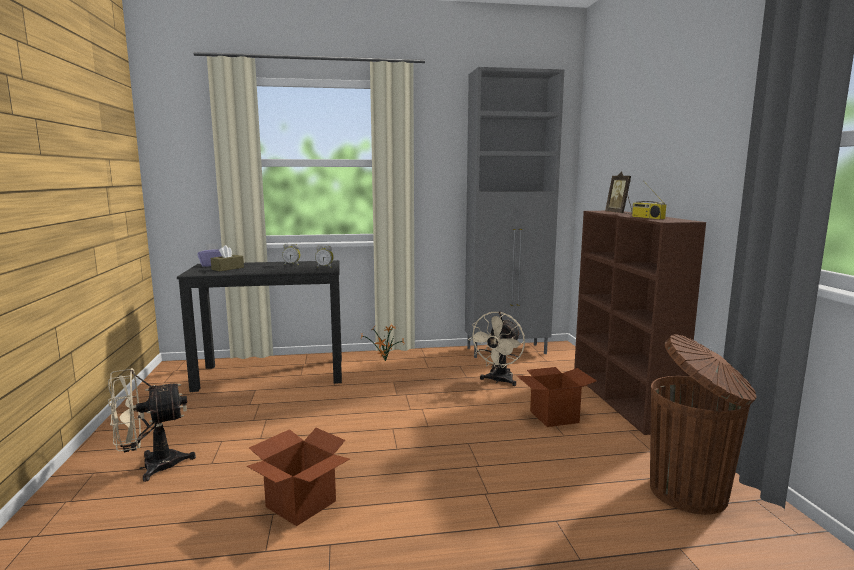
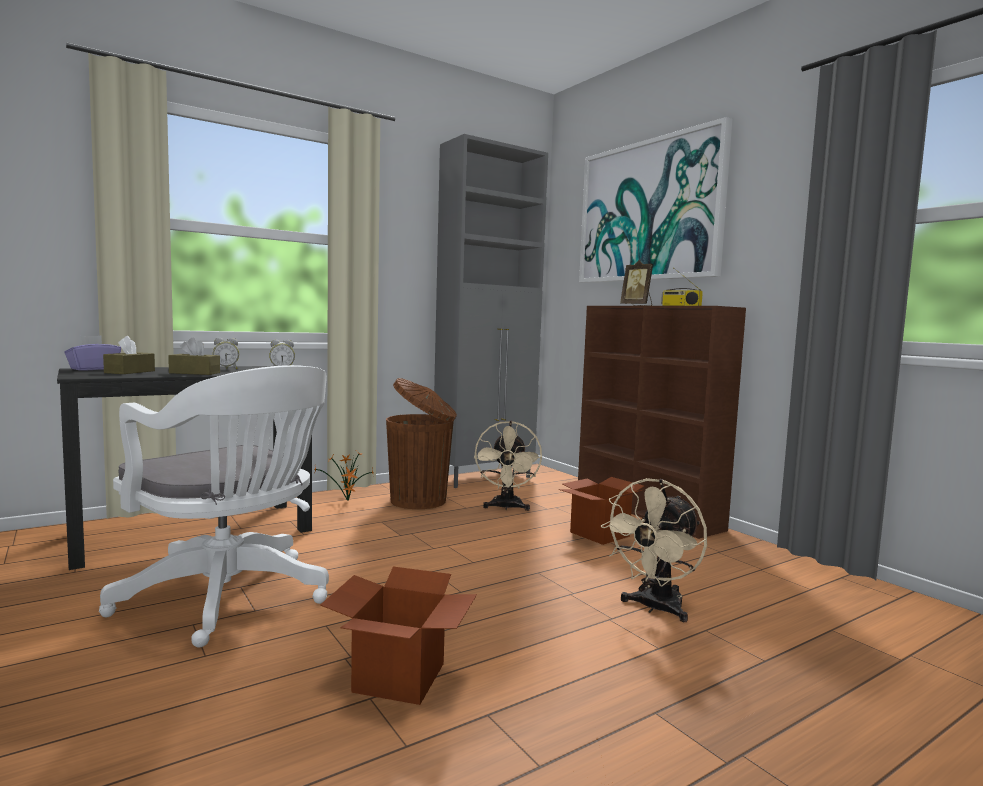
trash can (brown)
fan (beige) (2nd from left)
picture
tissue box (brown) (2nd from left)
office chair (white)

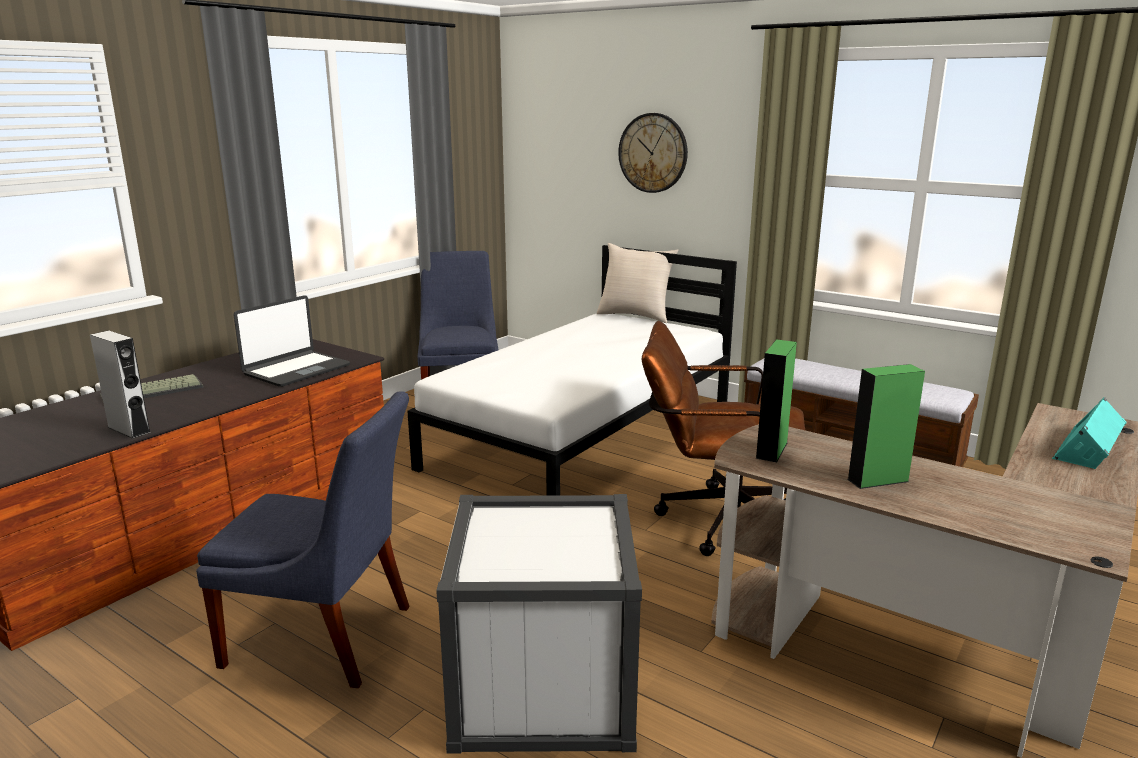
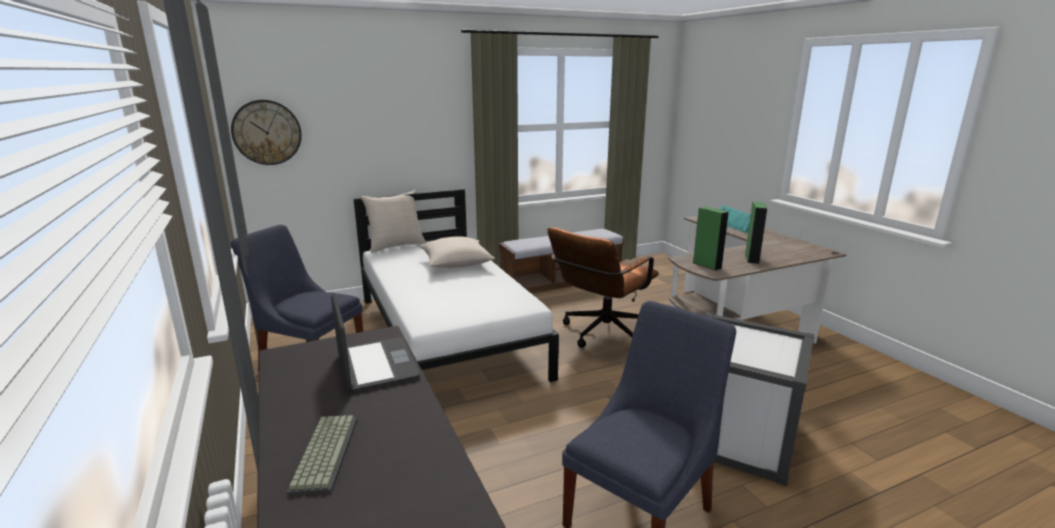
wall clock
speaker (grey)
pillow (beige) (2nd from left)

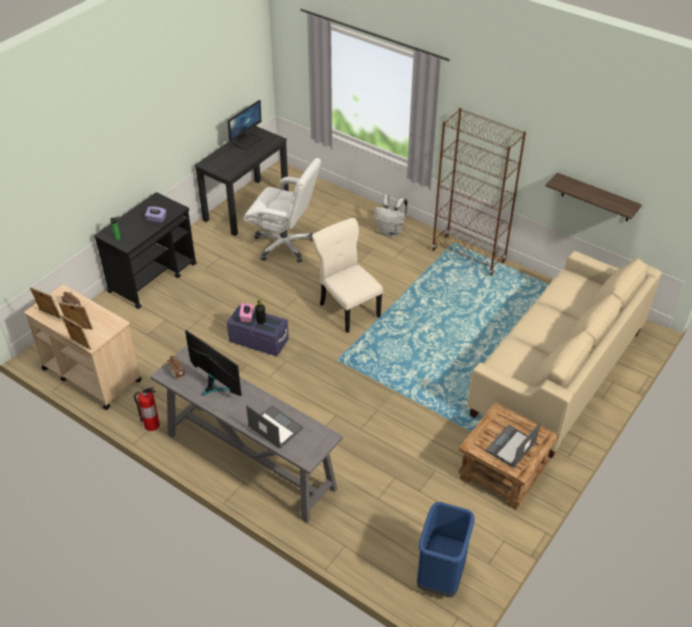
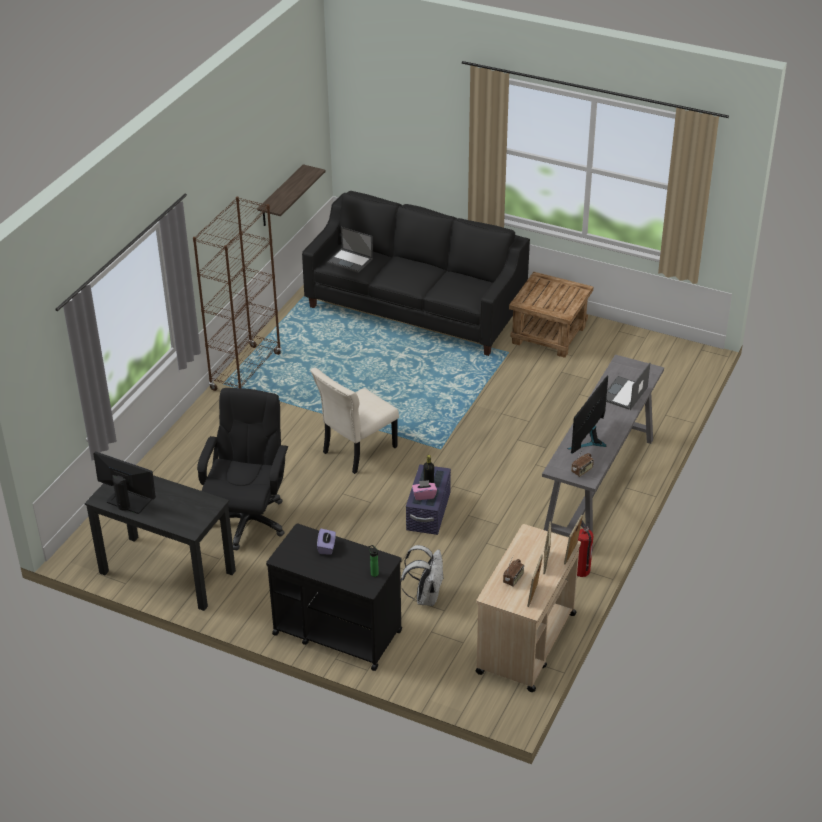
office chair (black)
backpack (white)
sofa (black)
laptop (1st from left)
trash can (blue)

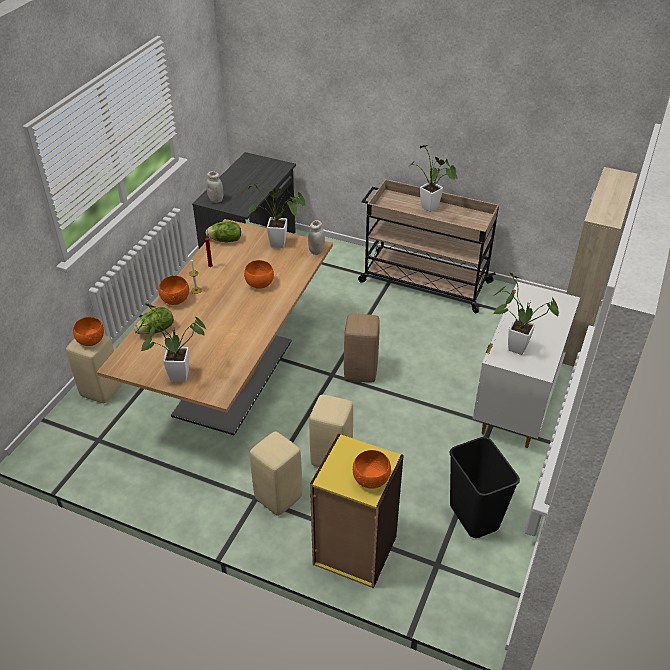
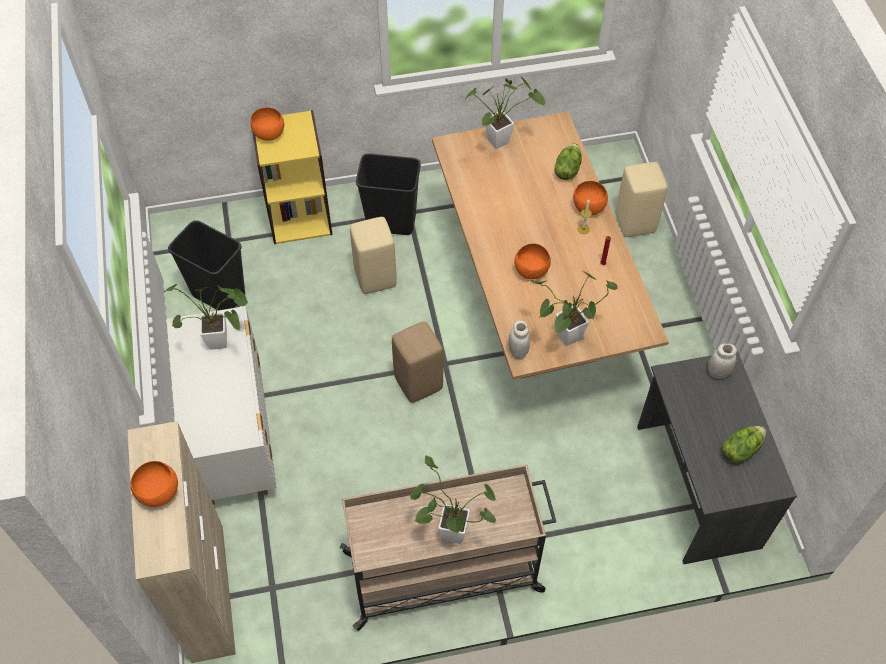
lettuce (2nd from left)
bowl (orange) (1st from left)
trash can (black) (2nd from left)

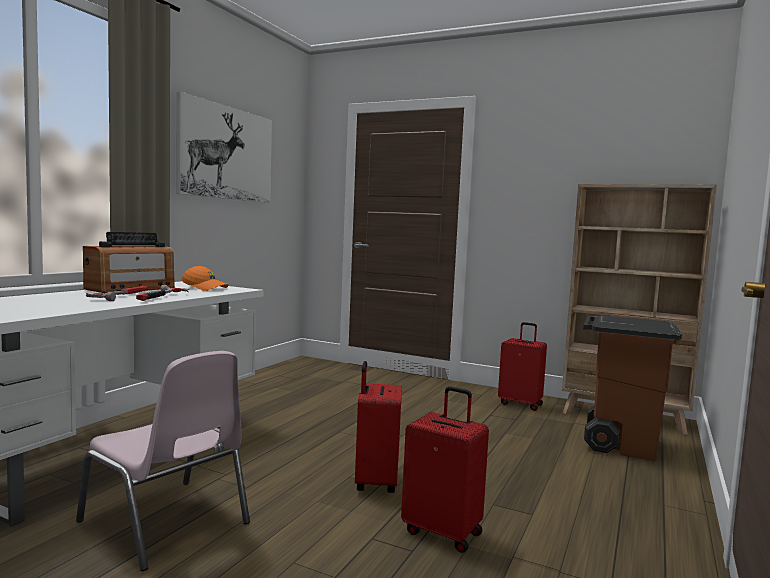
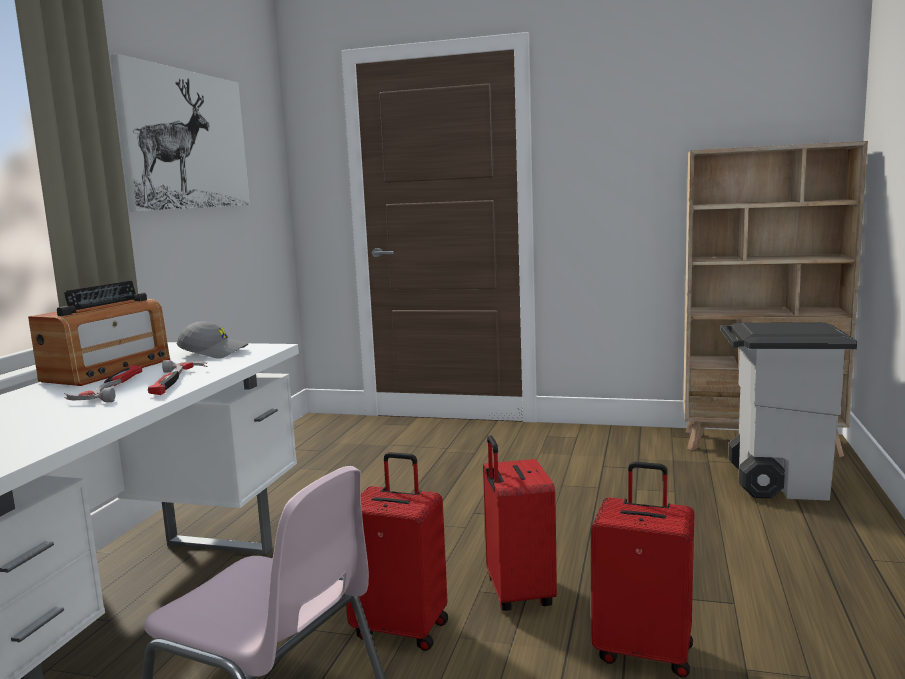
cap (grey)
trash can (grey)
suitcase (red) (1st from left)

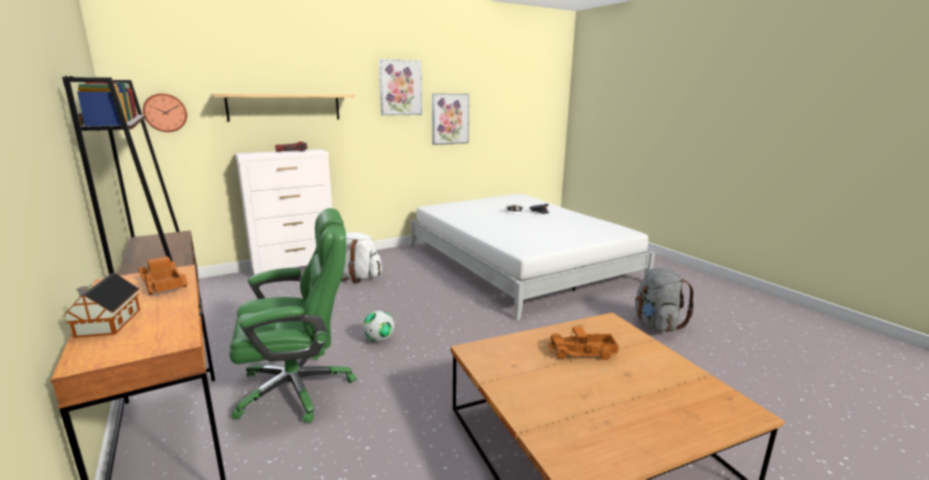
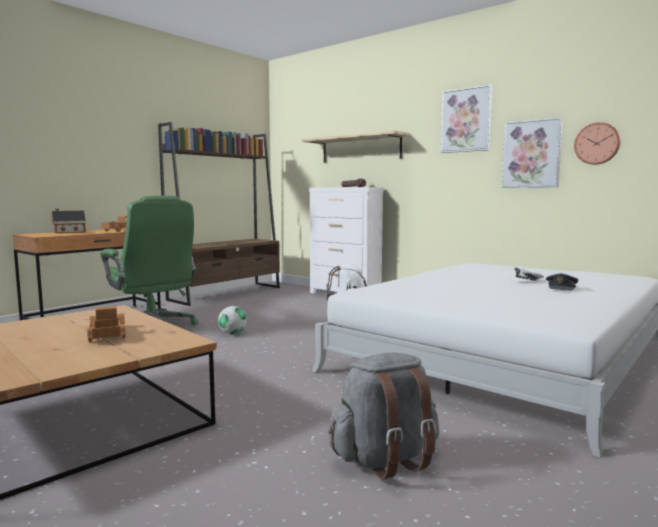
wall clock

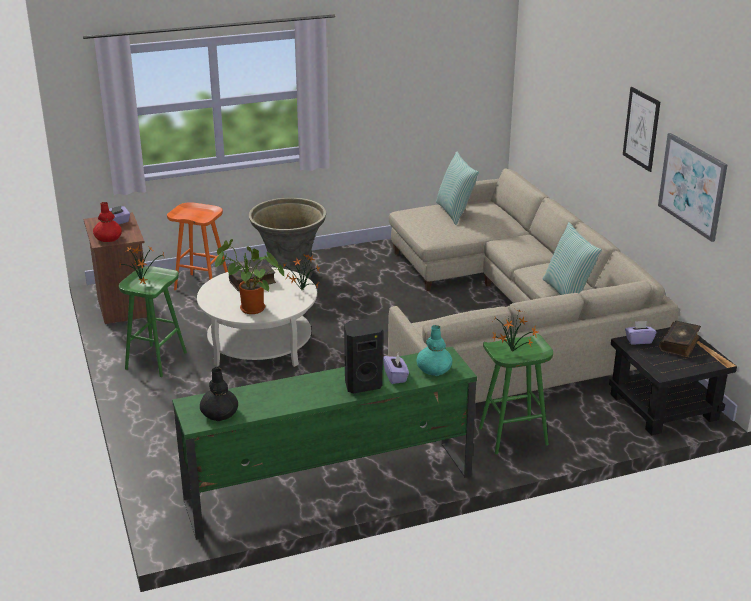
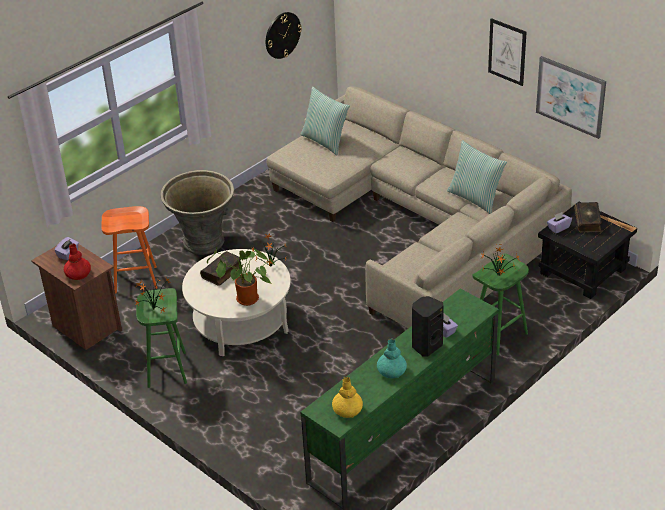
vase (turquoise)
vase (yellow)
wall clock

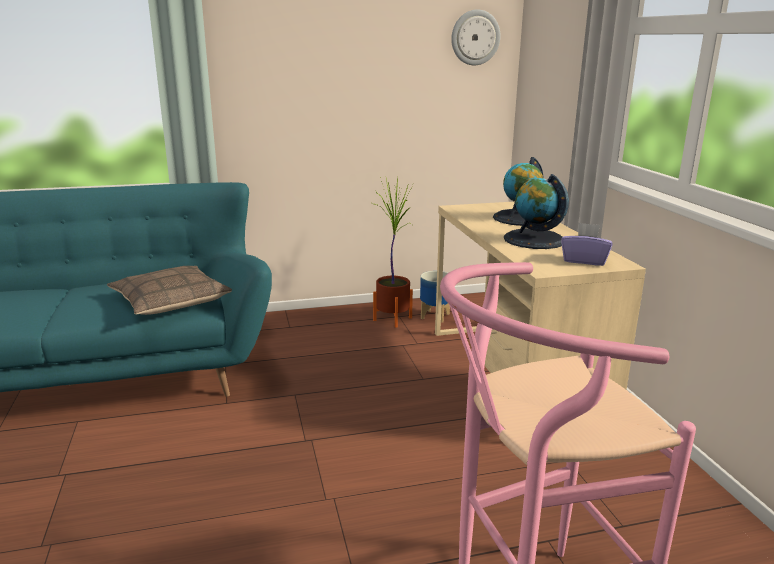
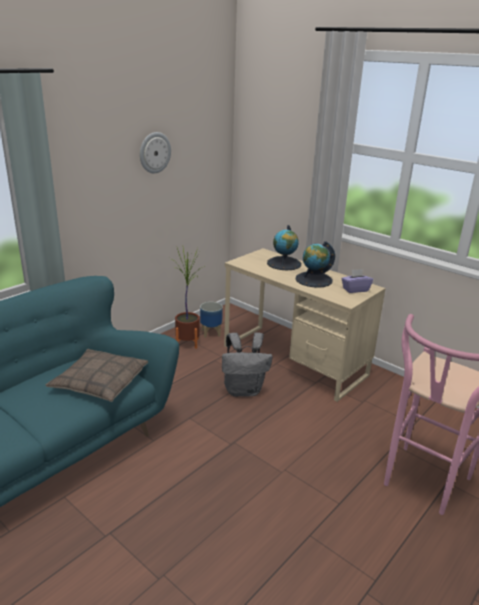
wall clock
backpack (grey)

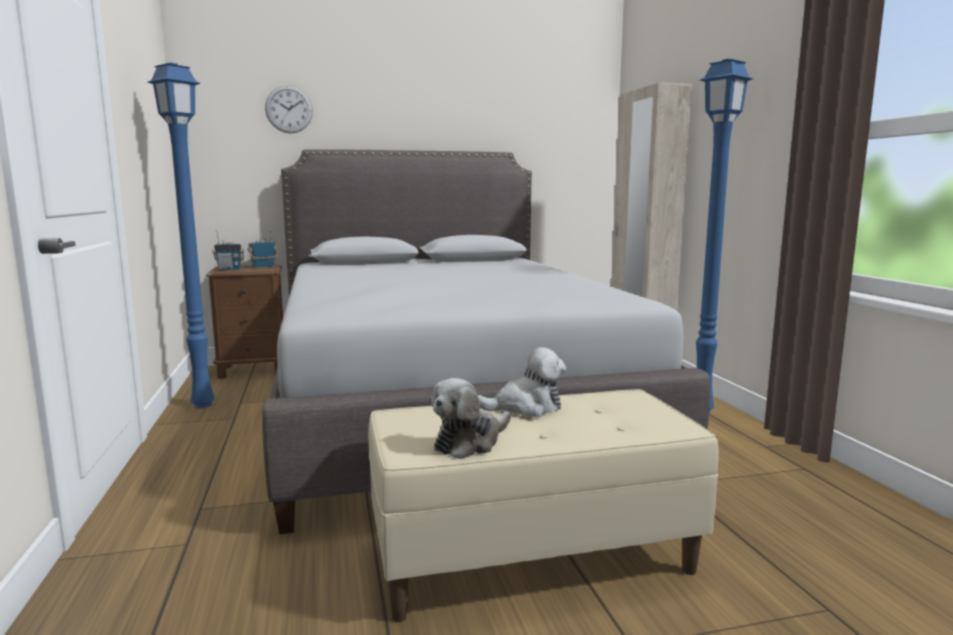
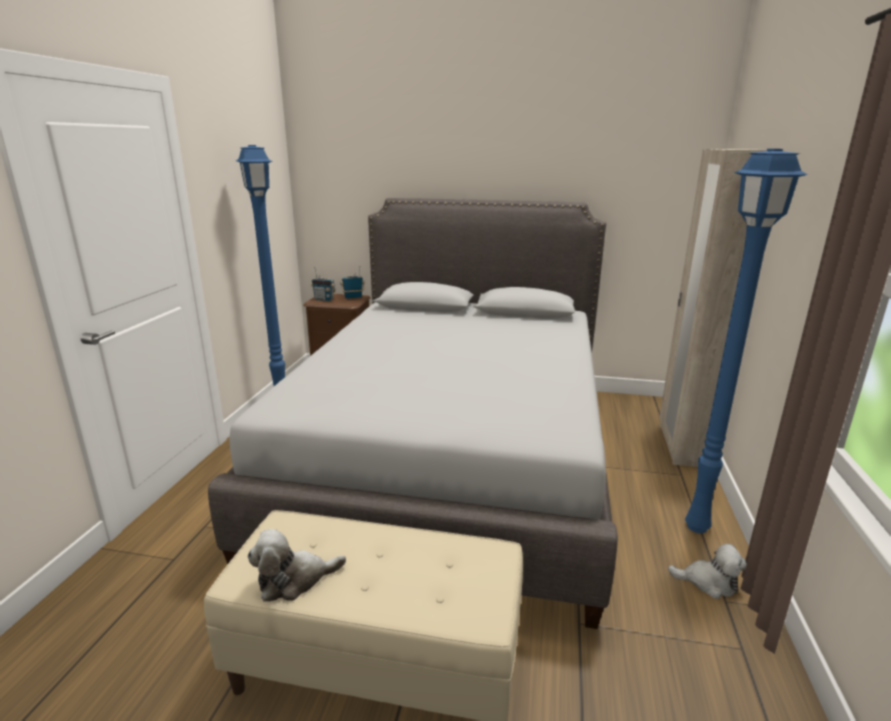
wall clock
plush toy (2nd from left)

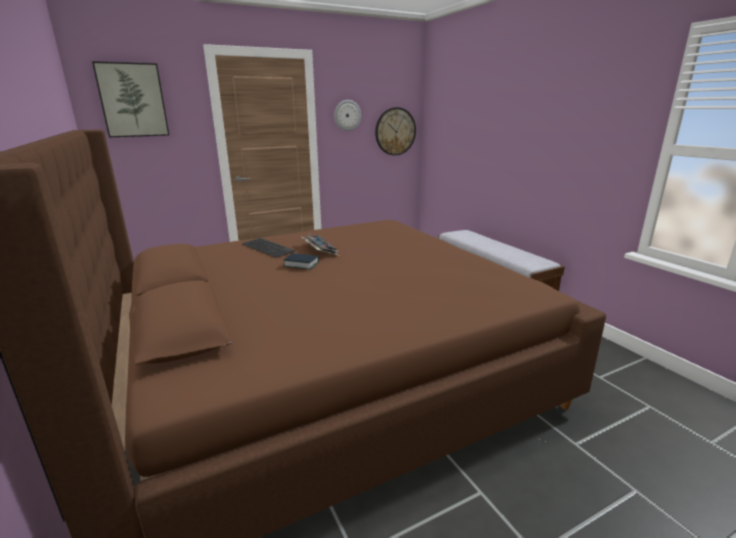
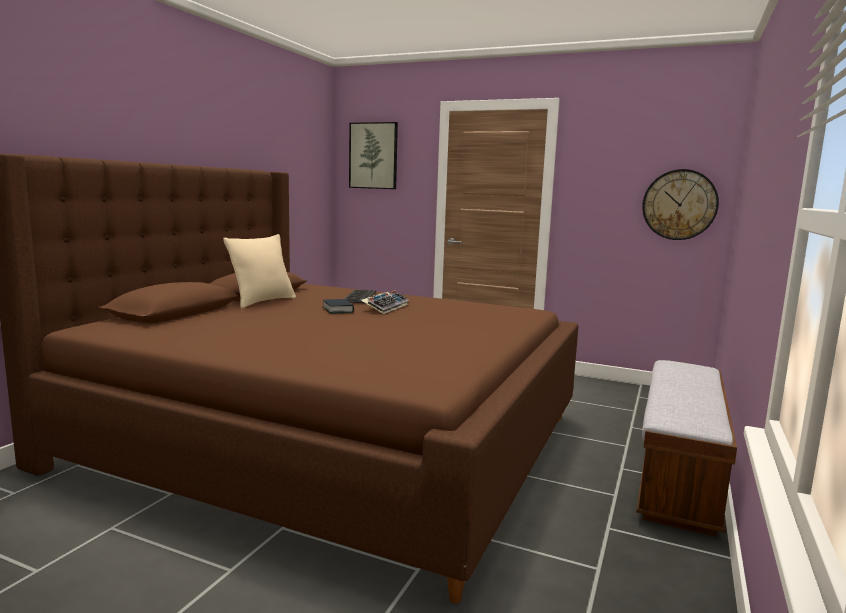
wall clock (1st from left in the first image)
pillow (beige)

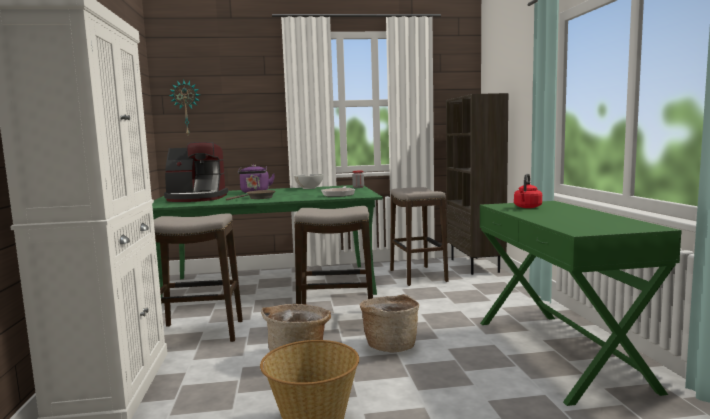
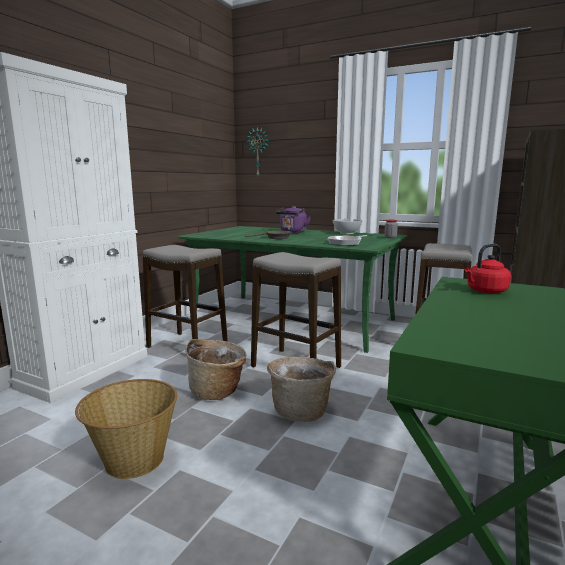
coffee machine

